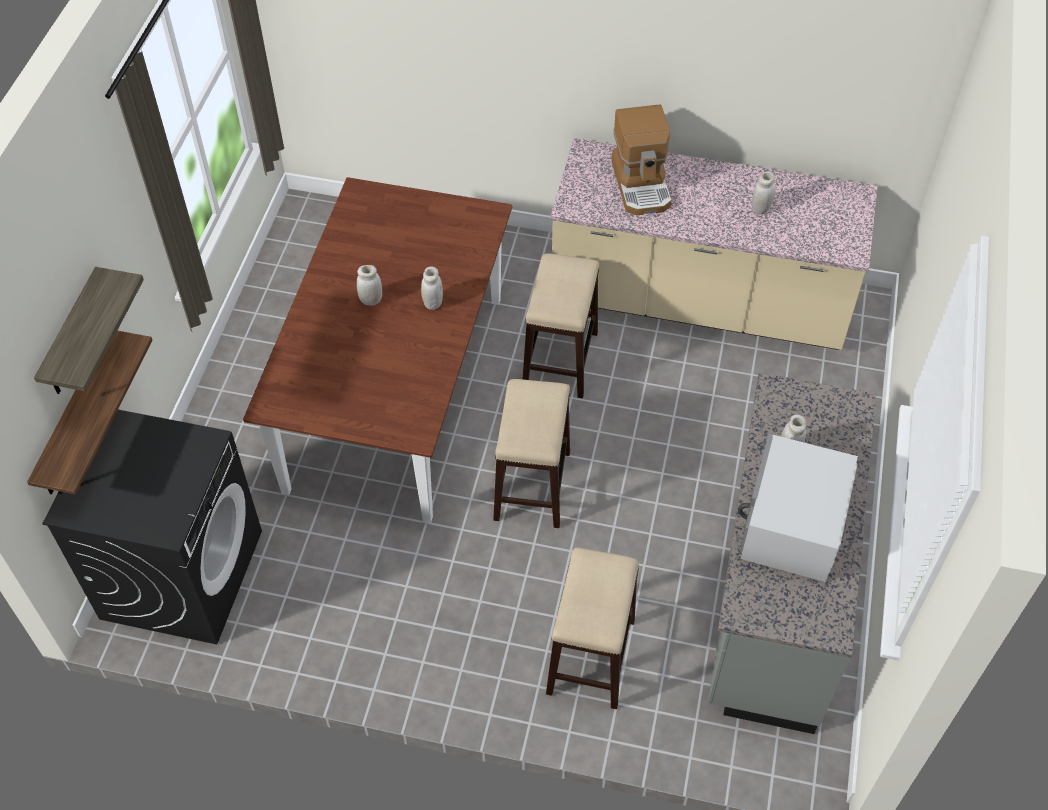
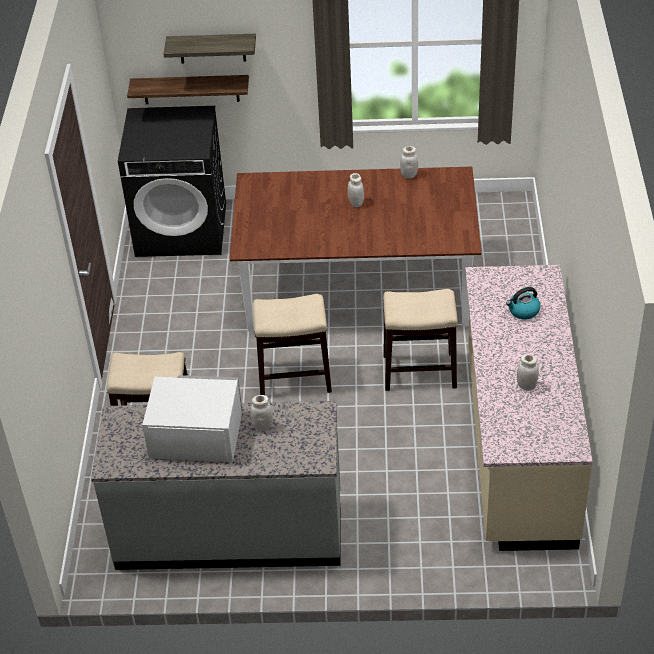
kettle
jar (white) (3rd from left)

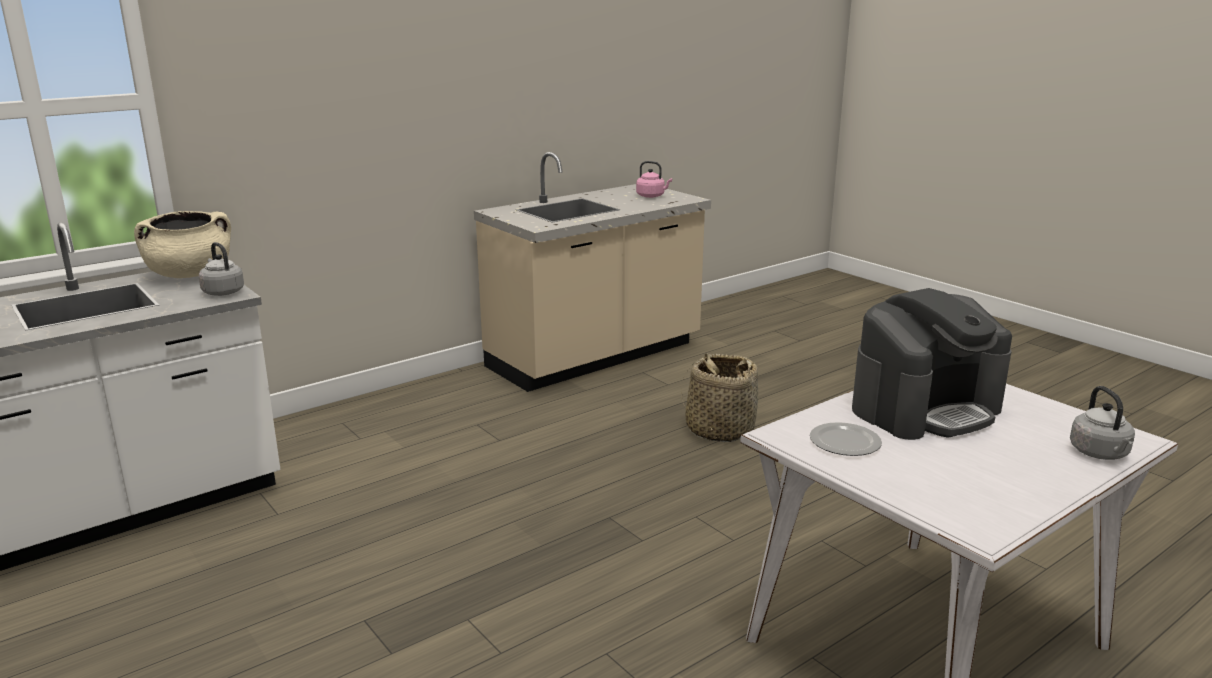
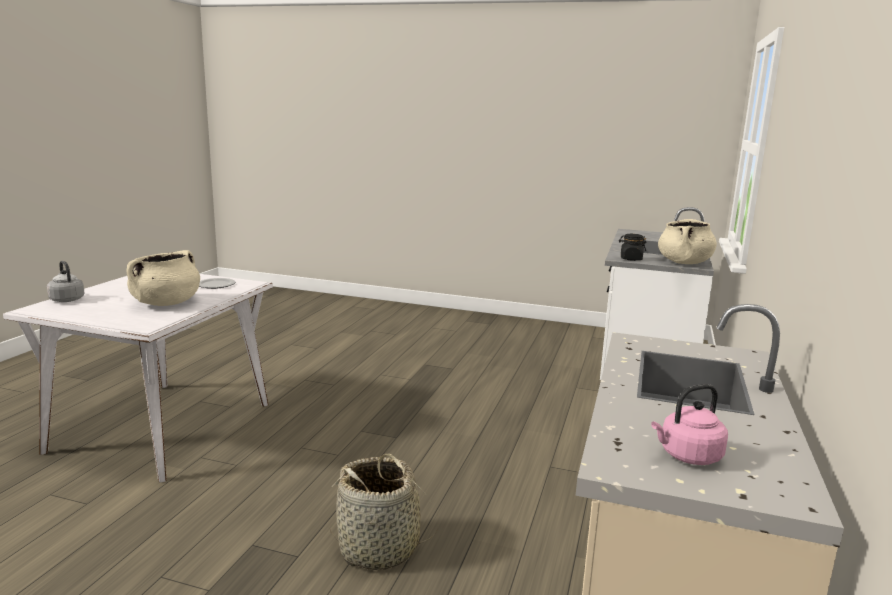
jar (black)
cooking pot (beige) (1st from left)

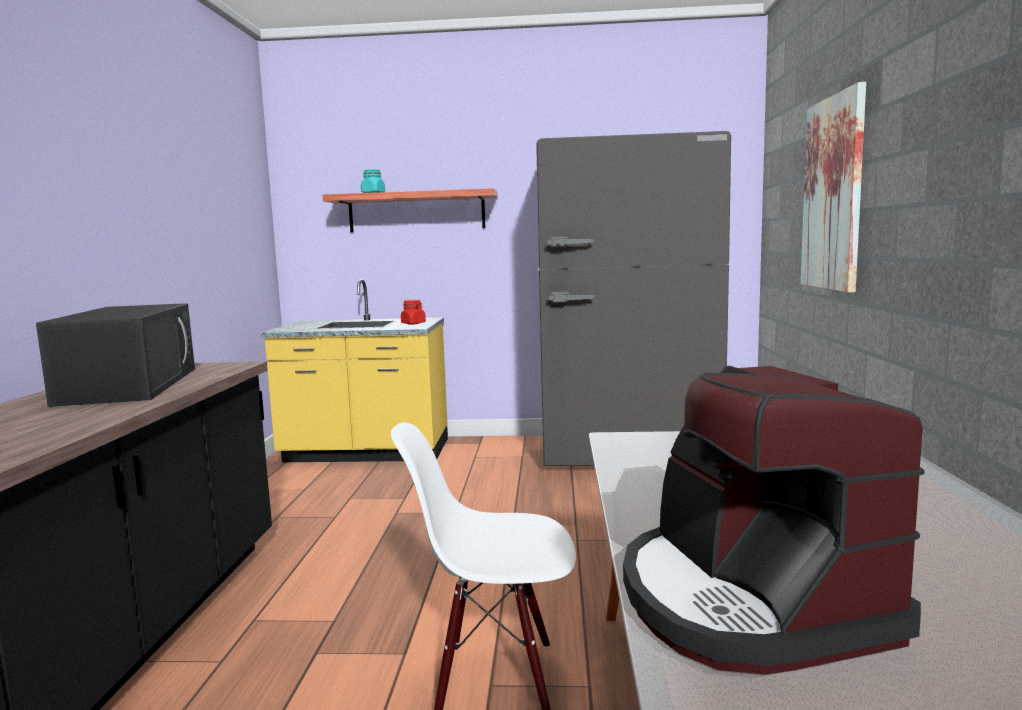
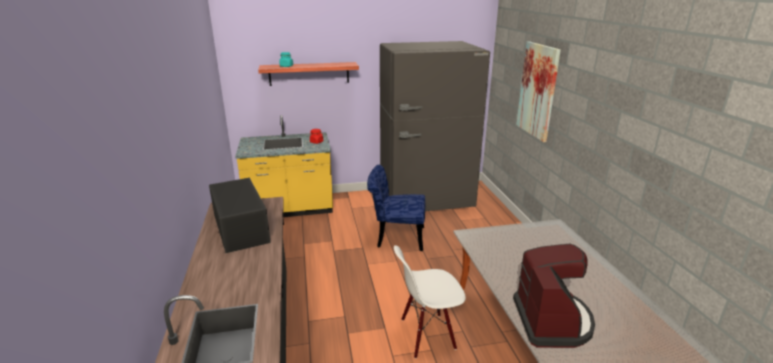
coffee machine
chair (blue)

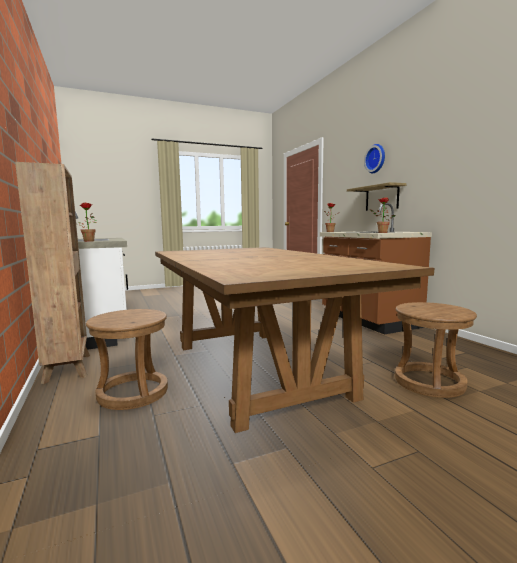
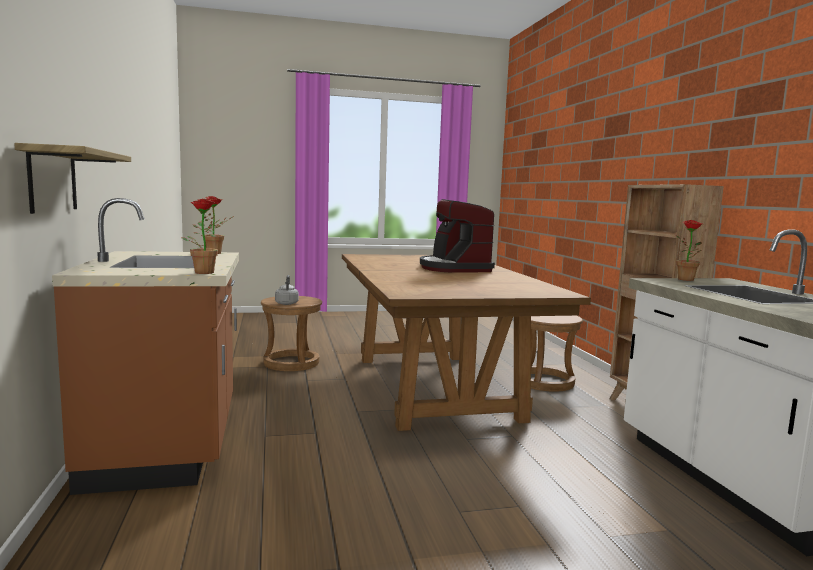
wall clock
coffee machine
kettle (grey)

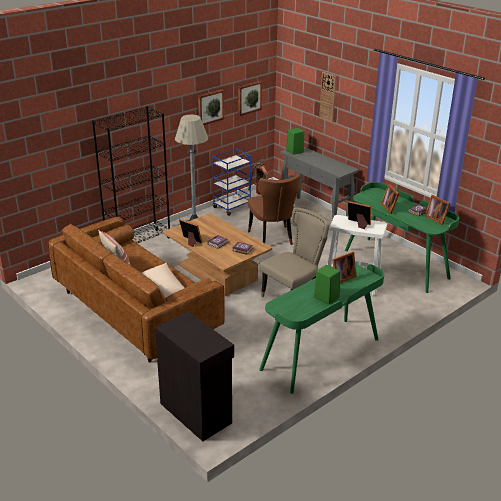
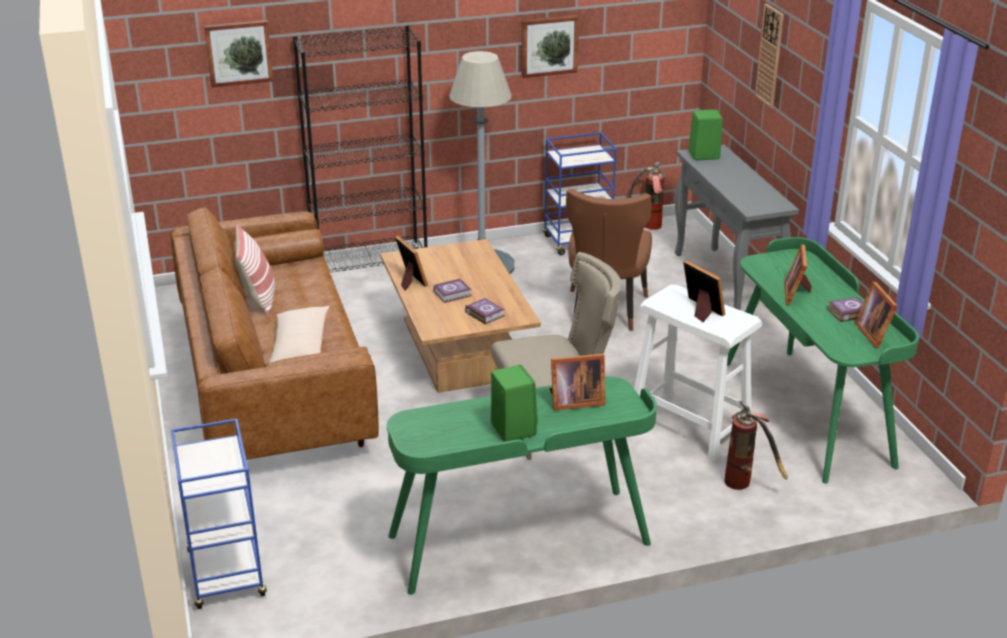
picture (1st from left)
cart (blue) (1st from left)
fire extinguisher (2nd from left)

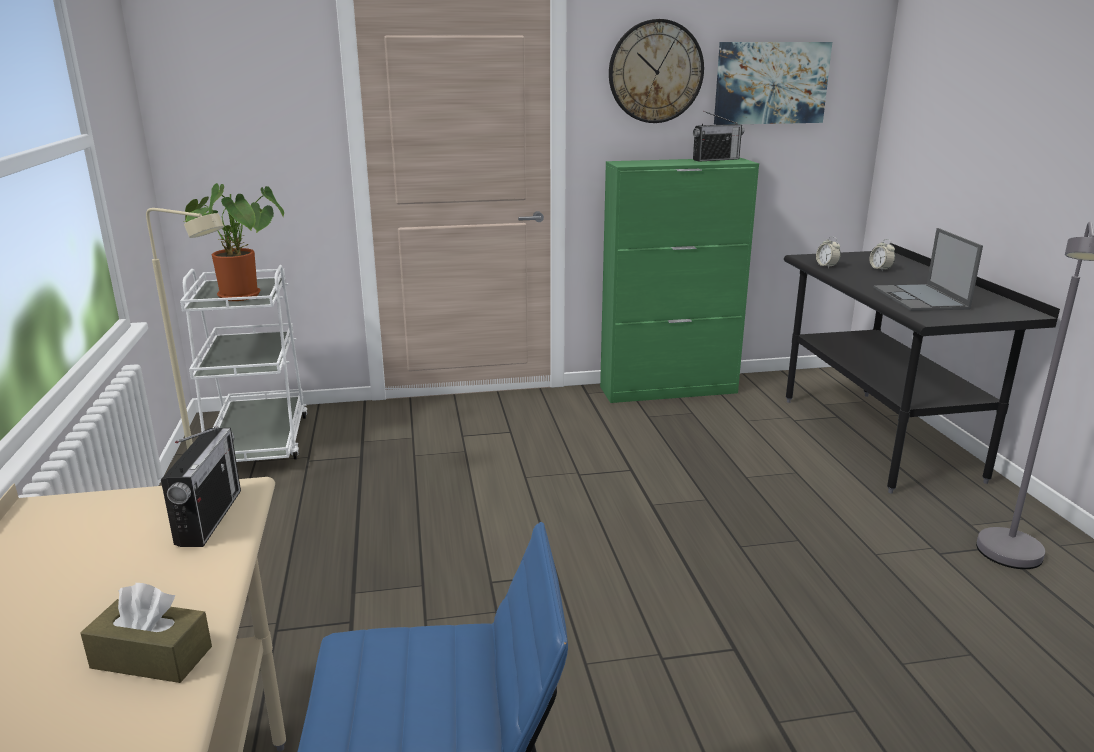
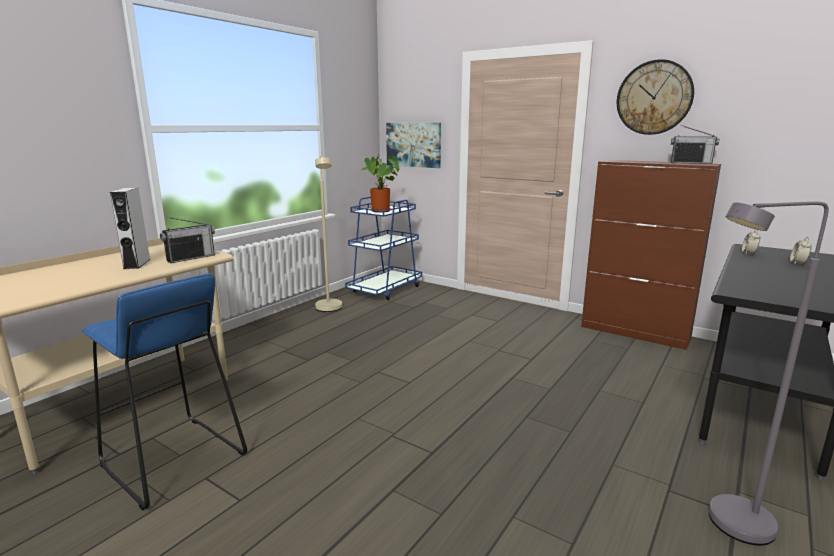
picture
cabinet (brown)
laptop
cart (blue)
tissue box (brown)
speaker (grey)

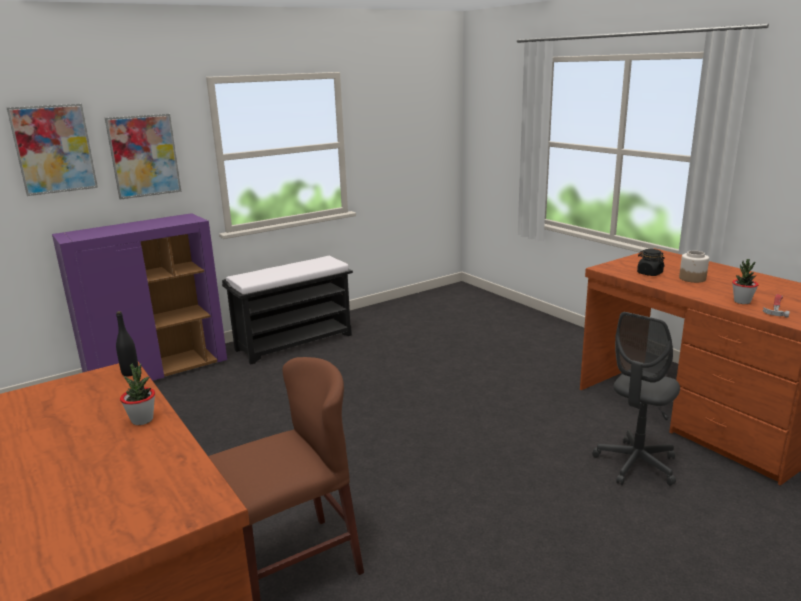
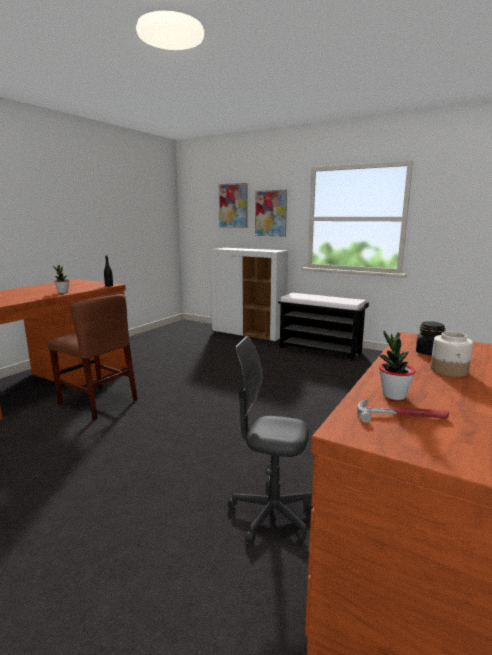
cabinet (white)

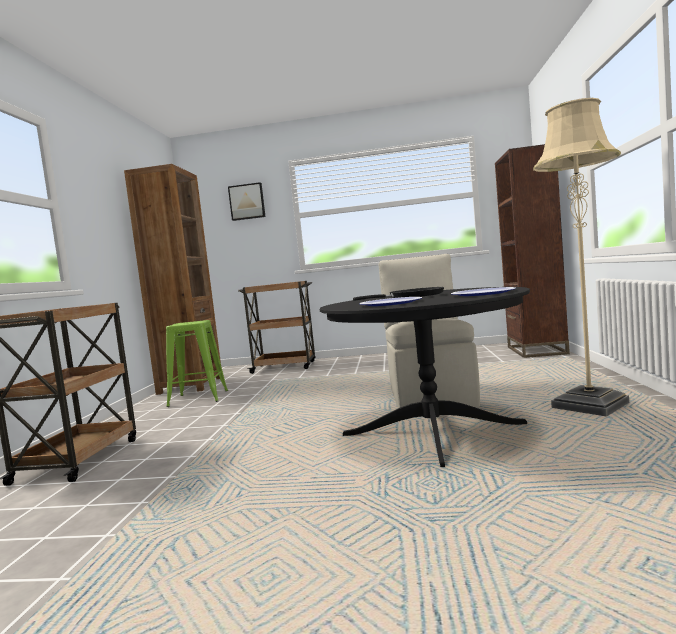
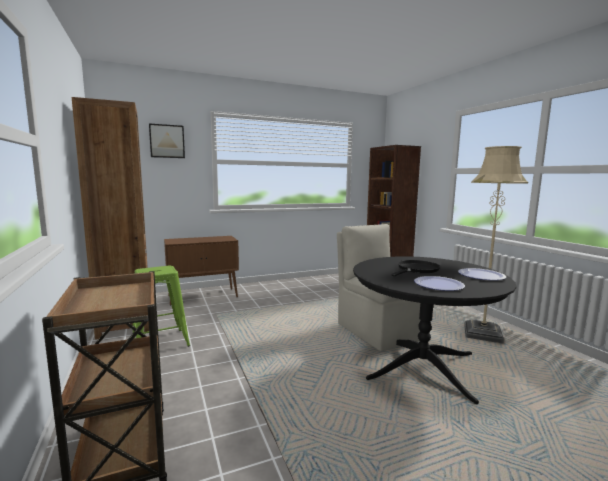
cabinet (brown)

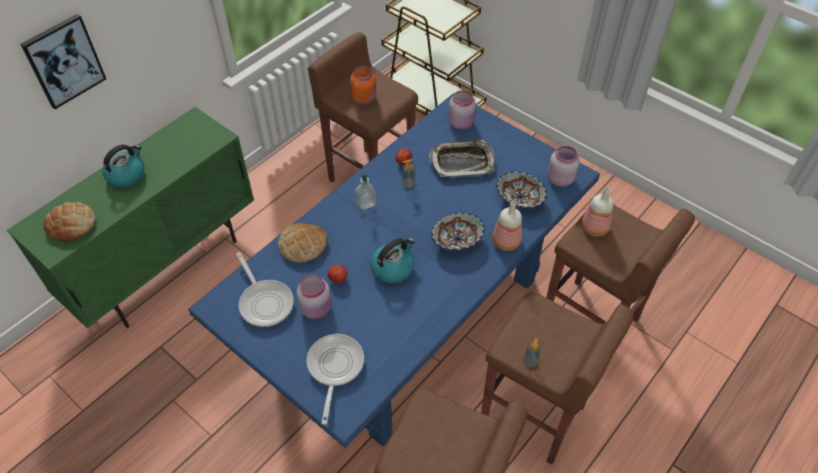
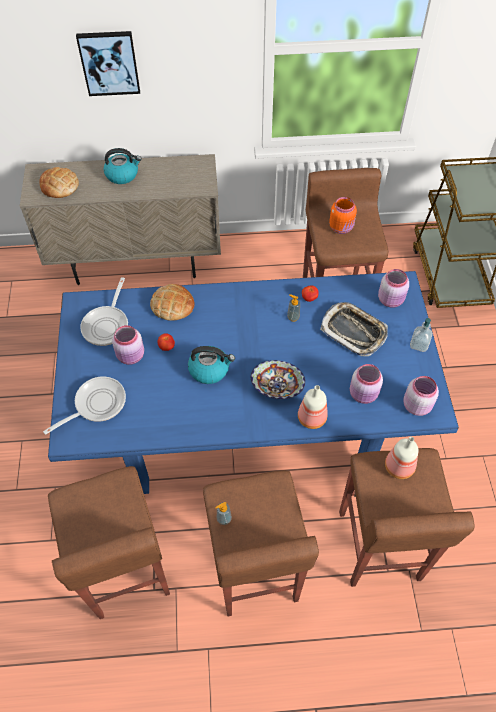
cabinet (beige)
soap dispenser (3rd from left)
jar (pink) (2nd from left)

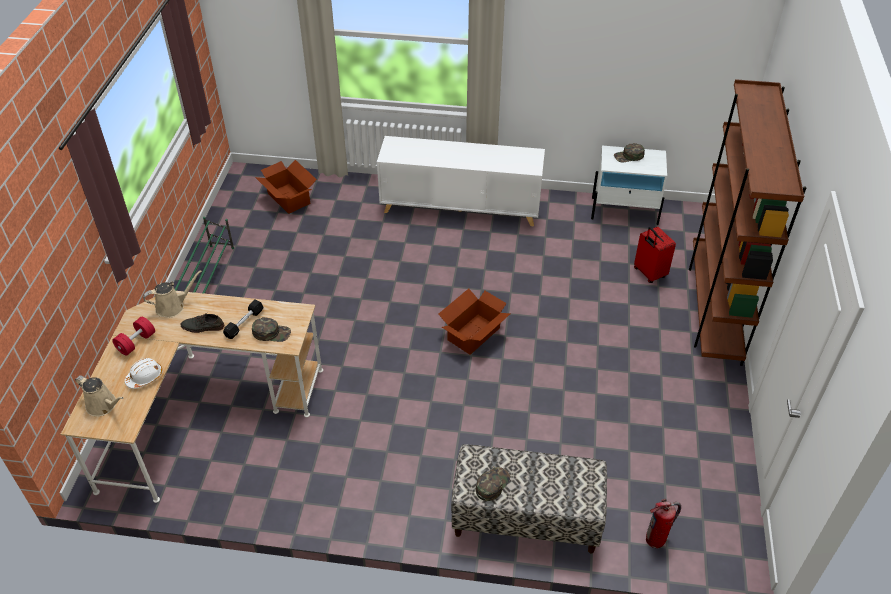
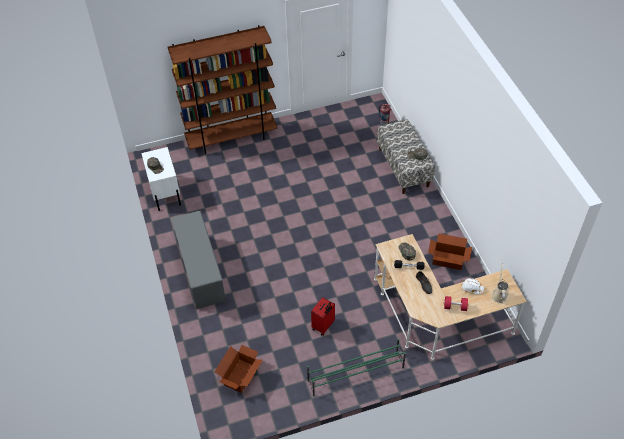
shoe rack (grey)
suitcase (red)
watering can (beige) (2nd from left in the first image)
cardboard box (2nd from left)

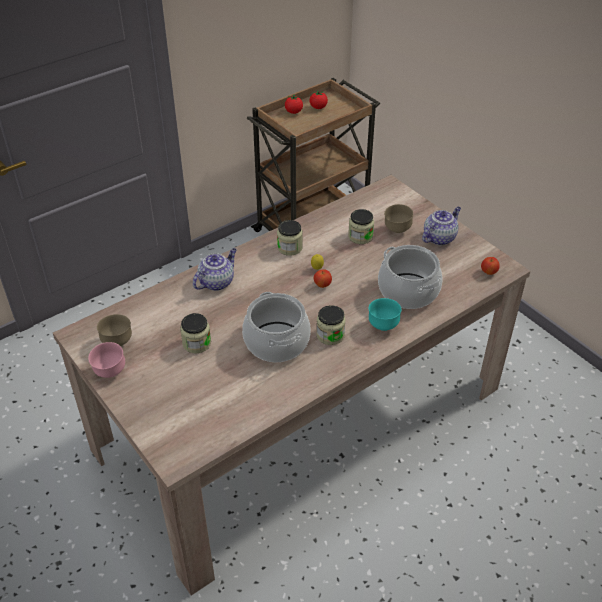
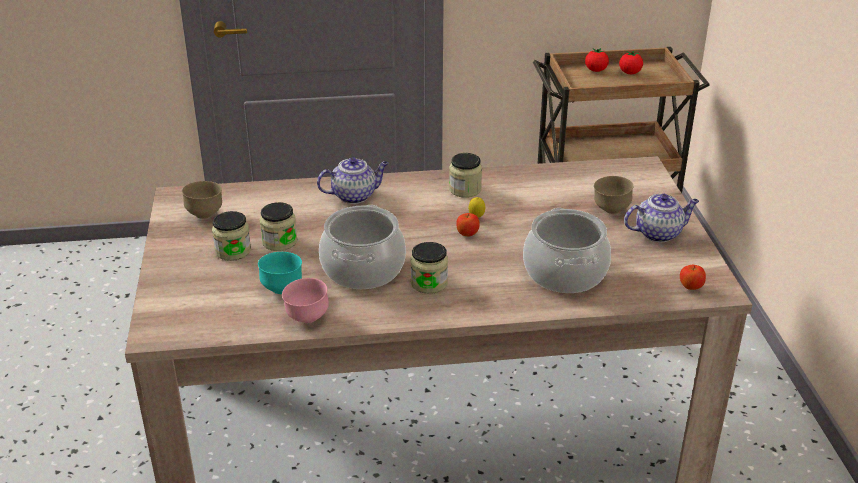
jar (1st from left)
bowl (turquoise)
bowl (pink)

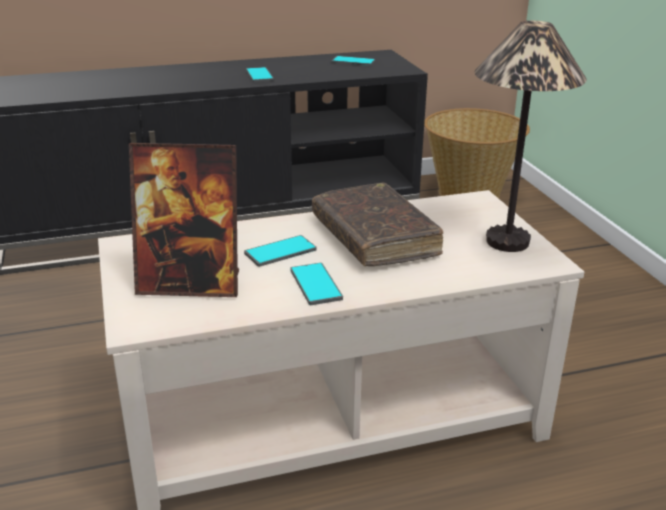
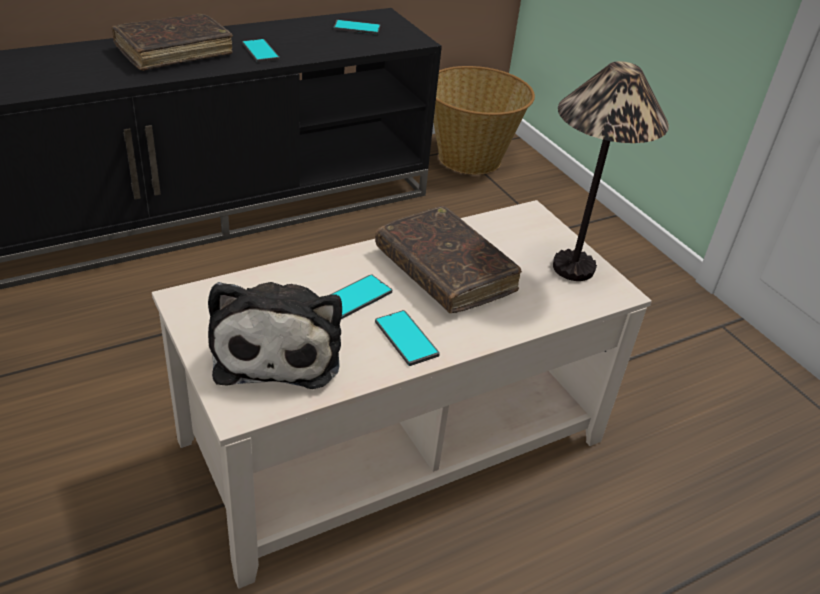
plush toy
book (brown) (1st from left)

